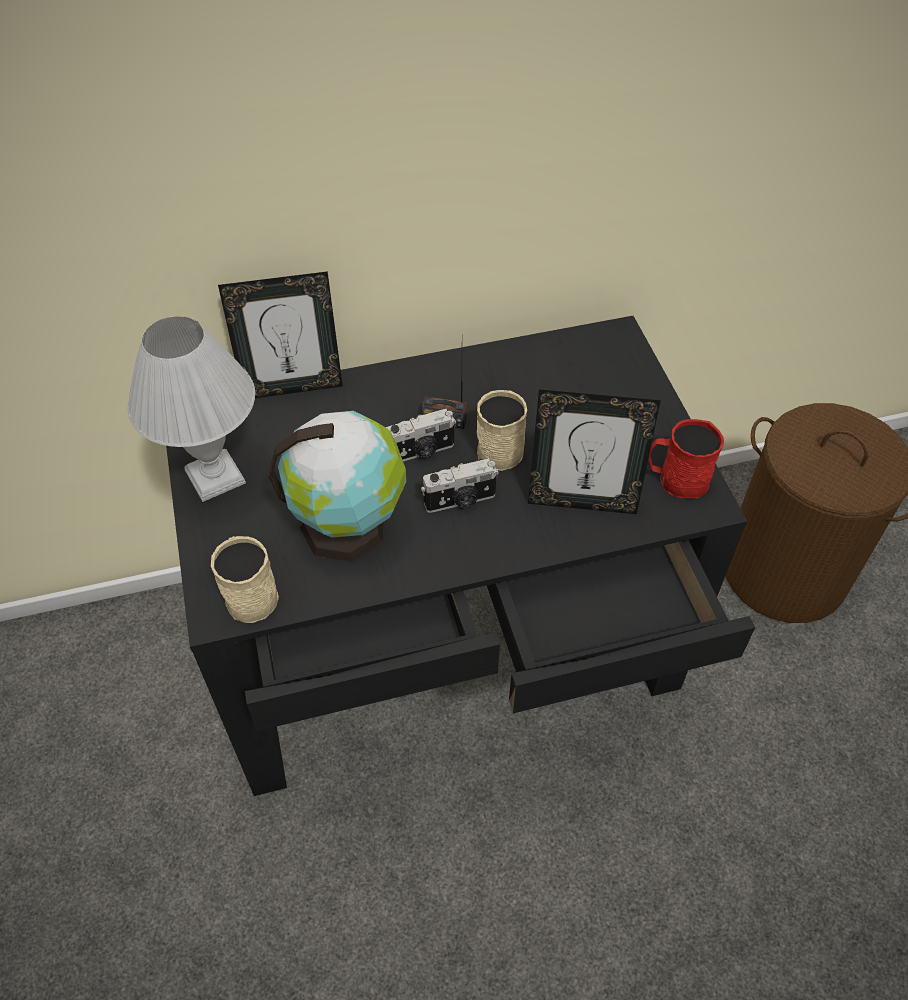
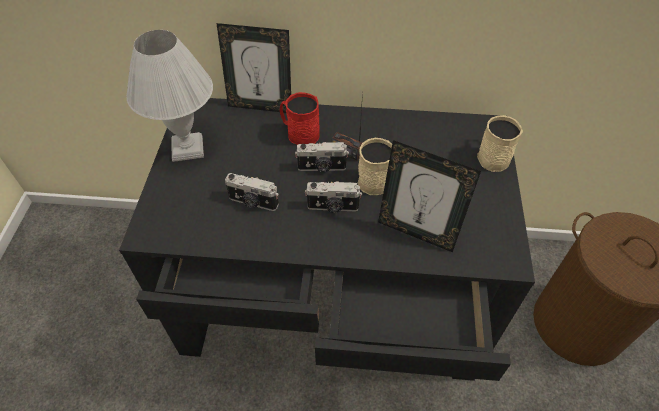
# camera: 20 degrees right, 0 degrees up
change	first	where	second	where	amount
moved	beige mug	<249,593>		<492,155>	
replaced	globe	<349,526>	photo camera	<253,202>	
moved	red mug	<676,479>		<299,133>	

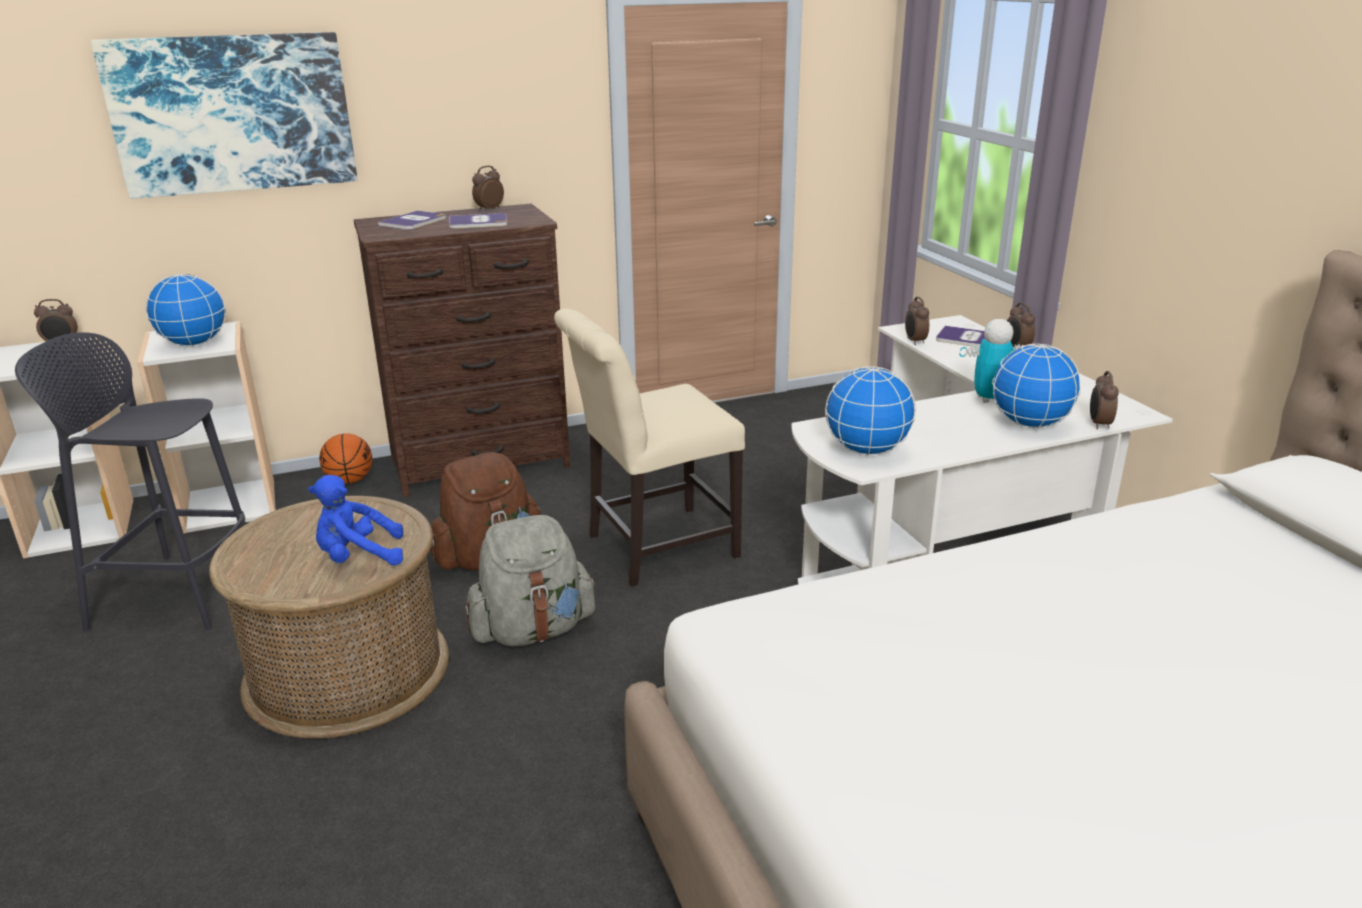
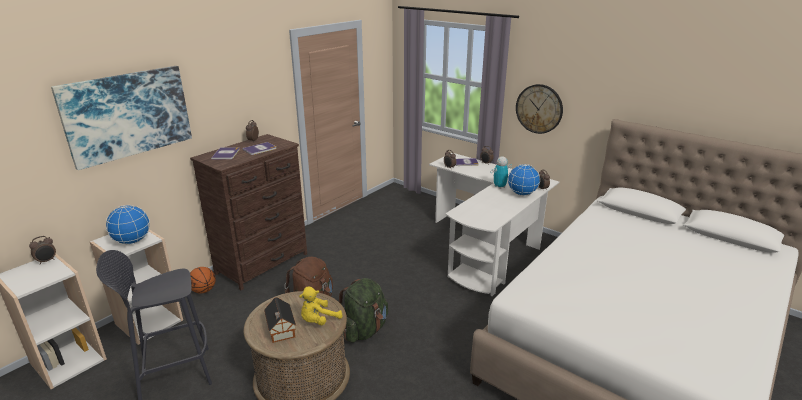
# camera: 30 degrees left, 0 degrees up
change	first	where	second	where	amount
recoloured	blue plush toy	<358,557>	yellow plush toy	<318,320>	
recoloured	grey backpack	<533,630>	green backpack	<364,330>	
removed	beige chair	<652,548>			
removed	globe	<866,451>			
added			toy house	<281,330>	
added			wall clock	<539,109>	

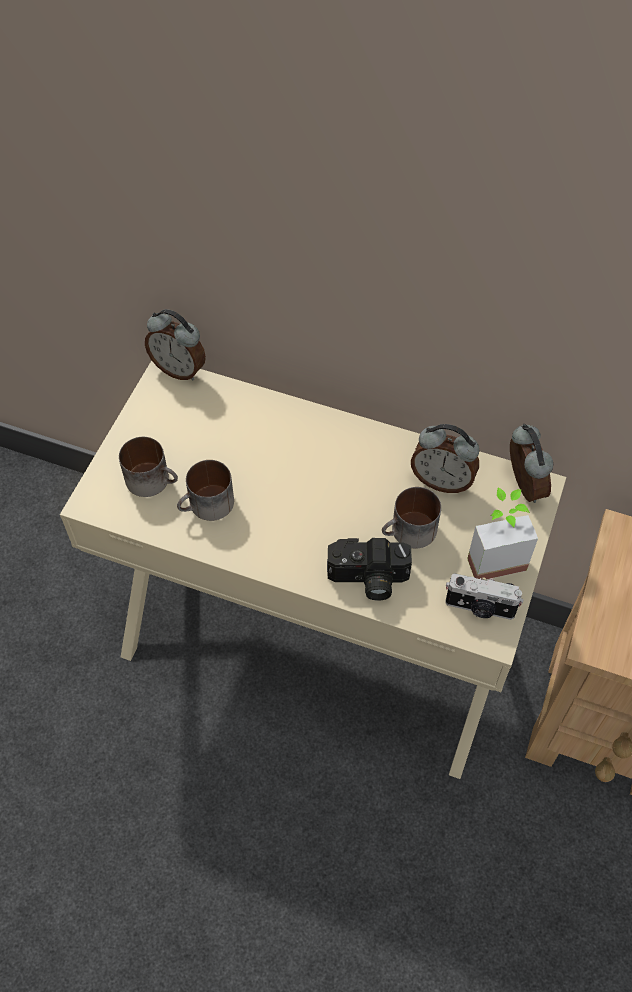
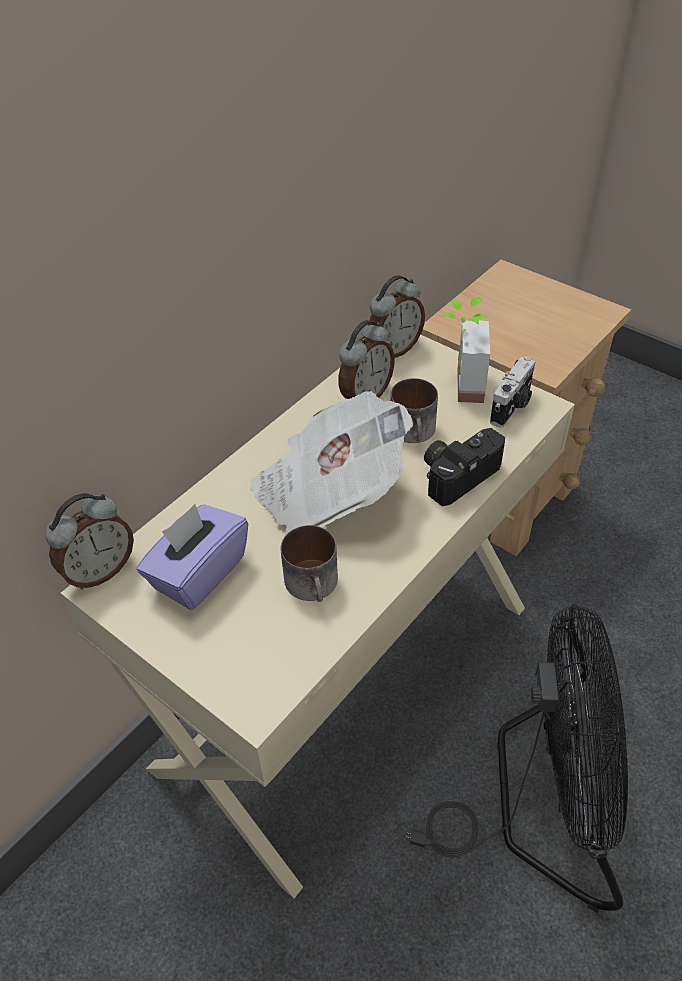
# camera: 70 degrees left, 10 degrees down
change	first	where	second	where	amount
removed	mug	<153,479>			
turned	photo camera	<368,579>		<457,473>	150 degrees counterclockwise
turned	alarm clock	<522,486>		<394,349>	135 degrees clockwise
added			purple tissue box	<198,573>	
added			newspaper	<329,492>	
added			black fan	<535,797>	

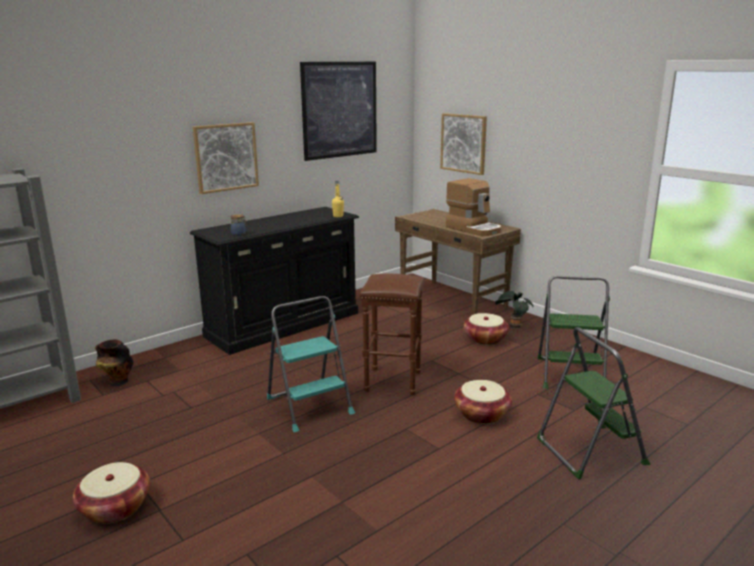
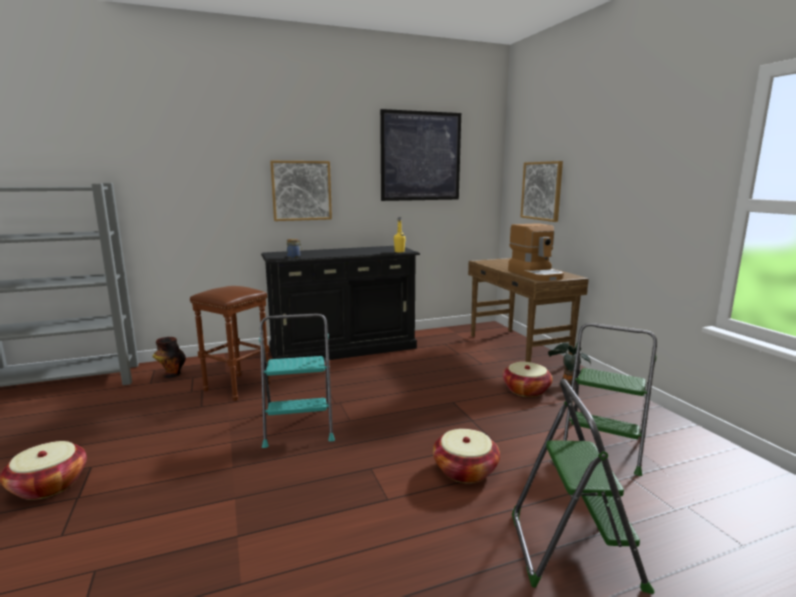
# camera: 20 degrees right, 5 degrees down
change	first	where	second	where	amount
moved	brown stool	<394,380>		<238,386>	

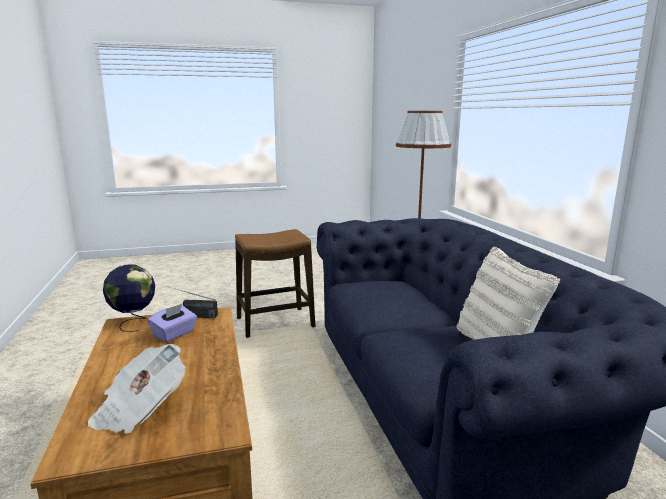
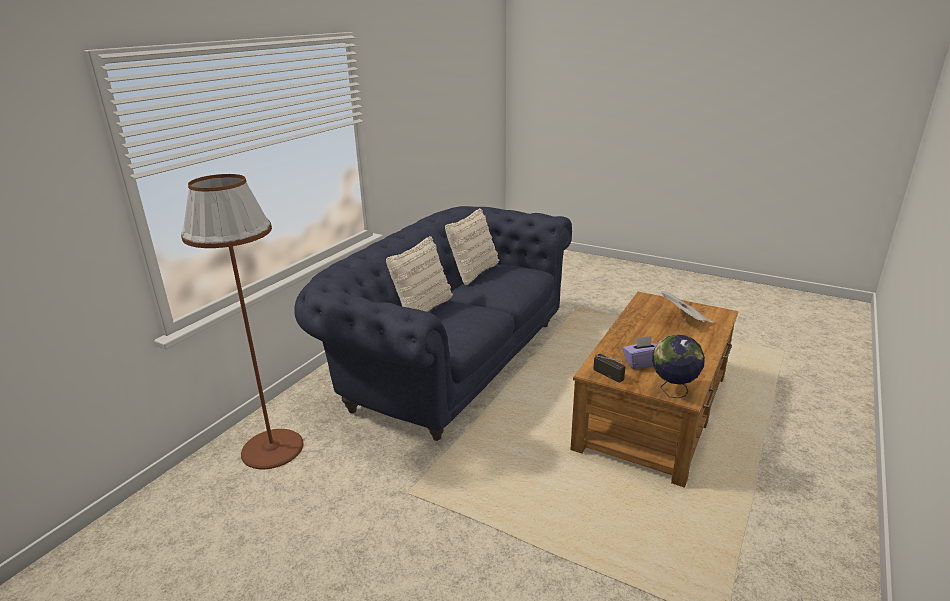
# camera: 135 degrees left, 10 degrees up
change	first	where	second	where	amount
removed	stool	<275,322>			
added			beige pillow	<423,309>	

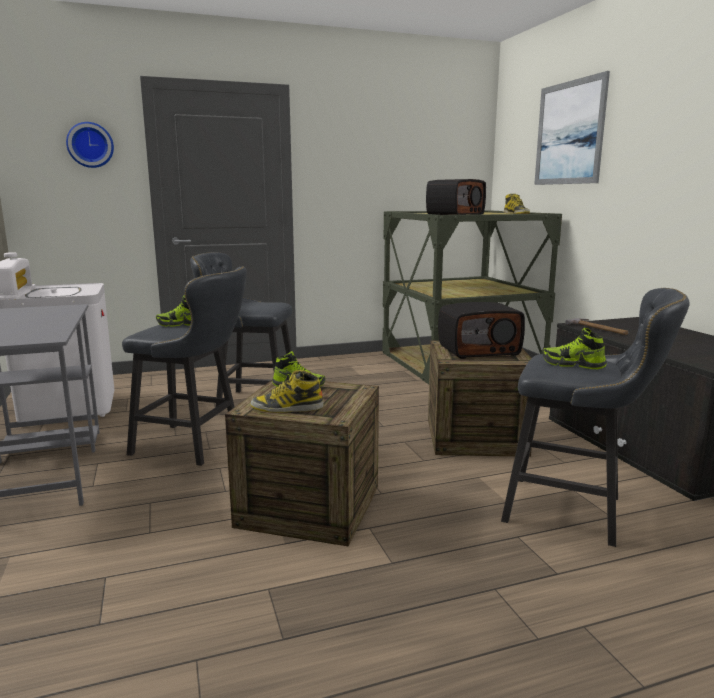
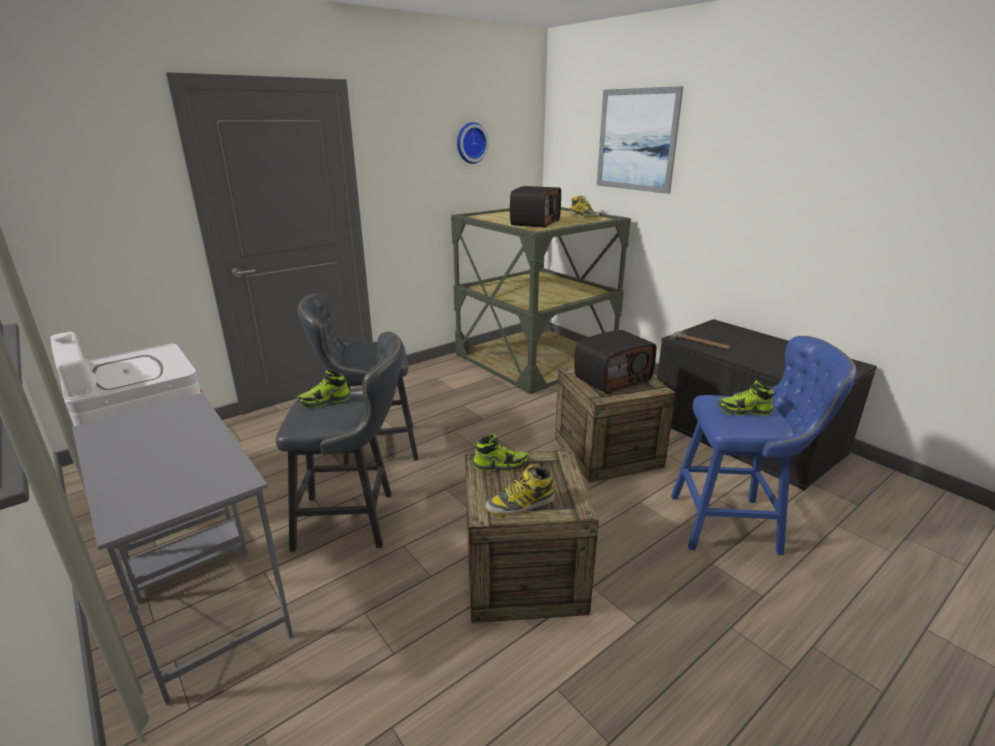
# camera: 20 degrees left, 10 degrees up
change	first	where	second	where	amount
moved	wall clock	<90,145>		<470,143>	
recoloured	grey stool	<580,512>	blue stool	<738,524>	

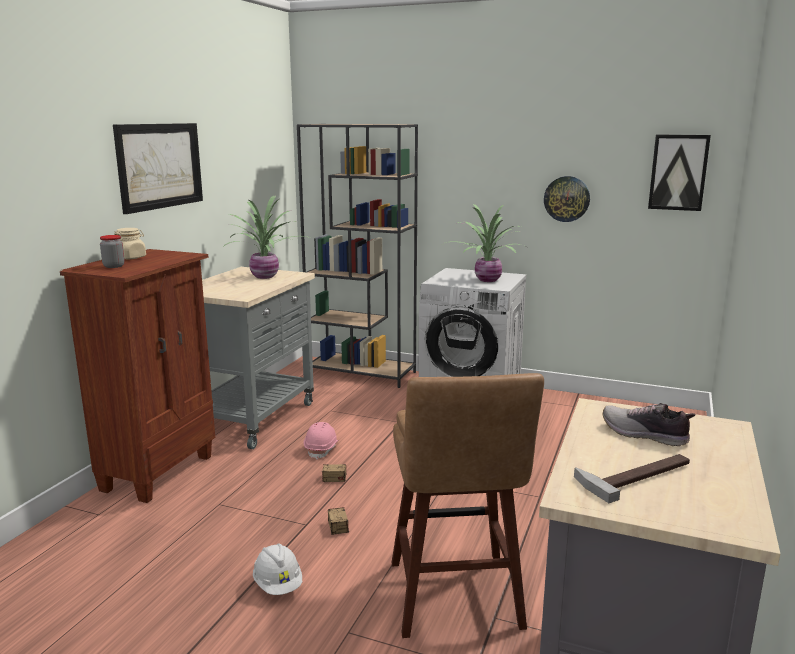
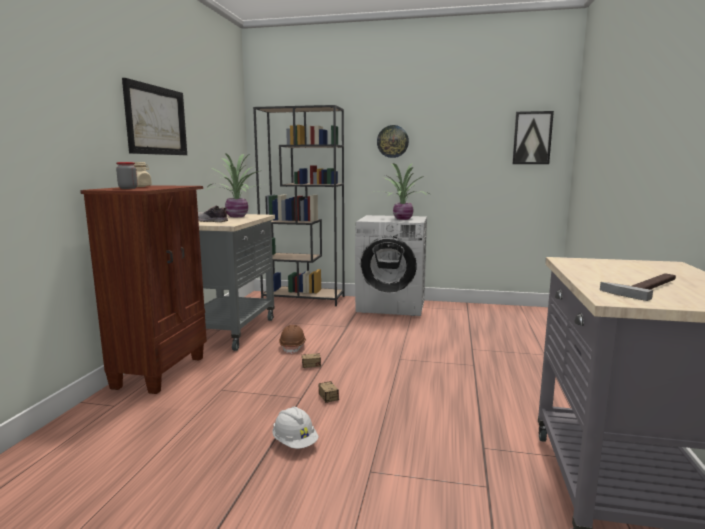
# camera: 10 degrees left, 5 degrees down
change	first	where	second	where	amount
recoloured	pink hard hat	<322,449>	brown hard hat	<293,347>	
removed	brown stool	<455,598>			
moved	wall clock	<566,199>		<392,141>	
moved	shoe	<644,435>		<212,221>	

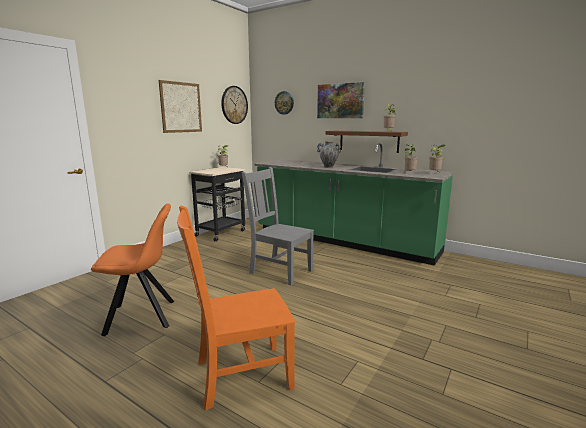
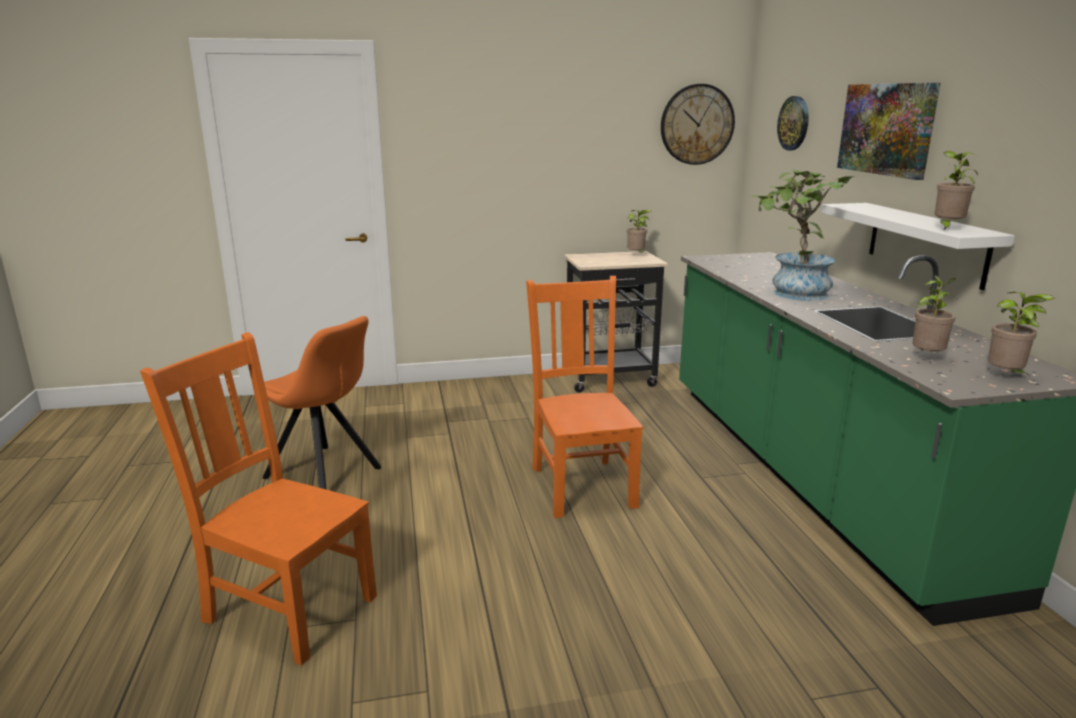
# camera: 45 degrees right, 5 degrees up
change	first	where	second	where	amount
removed	picture	<181,107>			
recoloured	grey chair	<279,271>	orange chair	<582,484>	
replaced	vase	<328,167>	potted plant	<792,294>	
recoloured	brown shelf	<368,141>	white shelf	<926,243>	

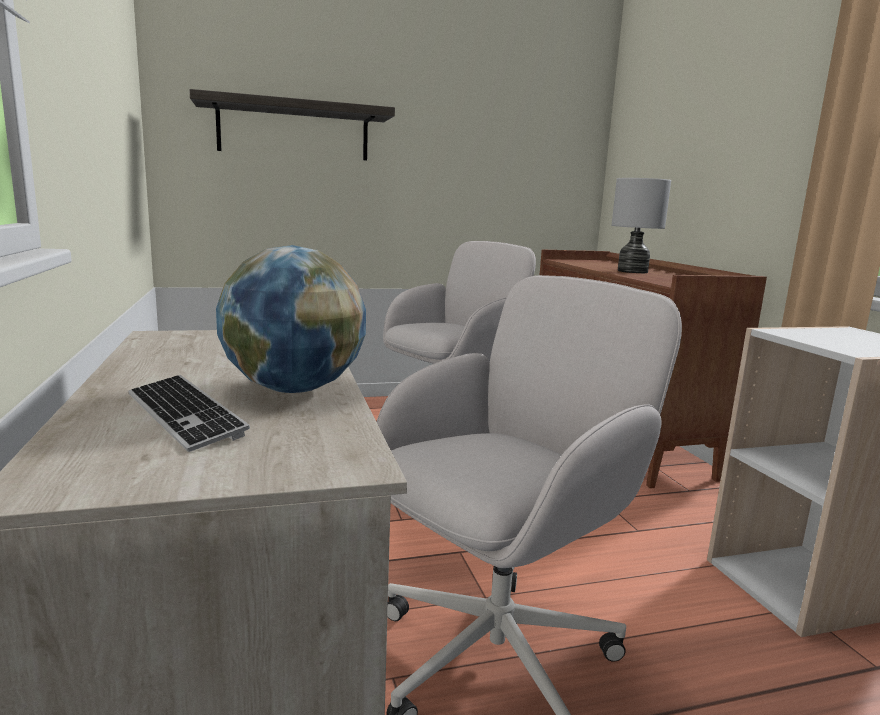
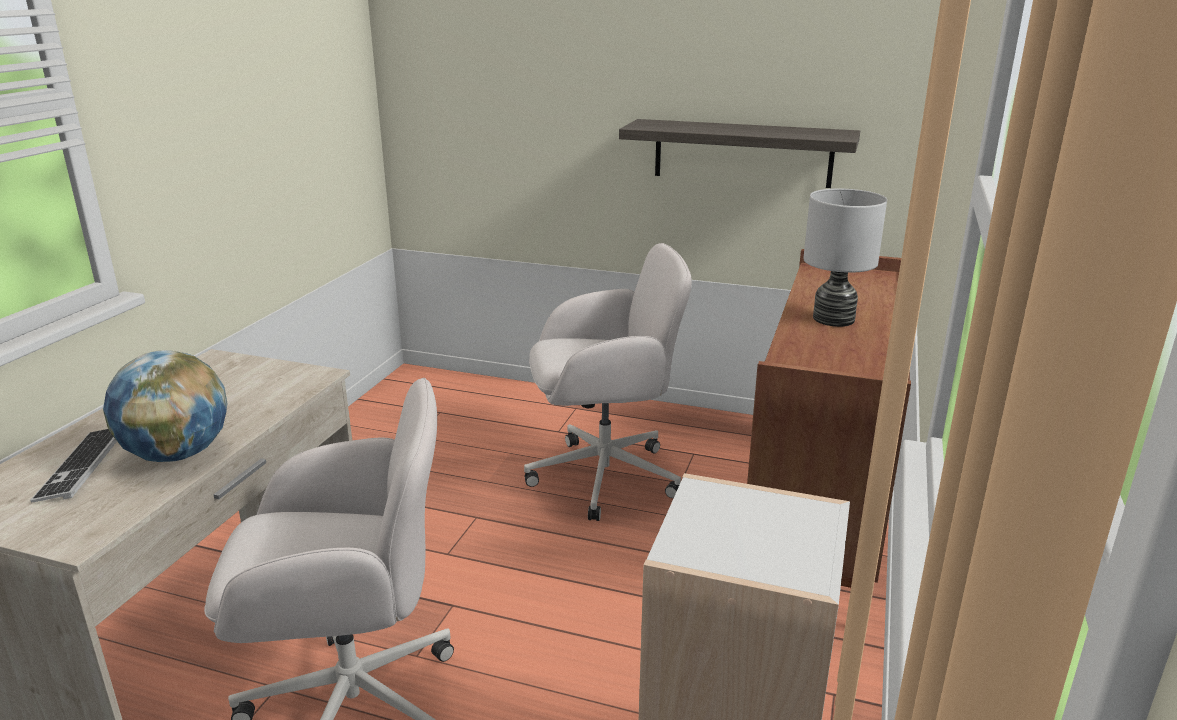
# camera: 35 degrees right, 10 degrees up
change	first	where	second	where	amount
moved	shelf	<294,131>		<742,153>	

